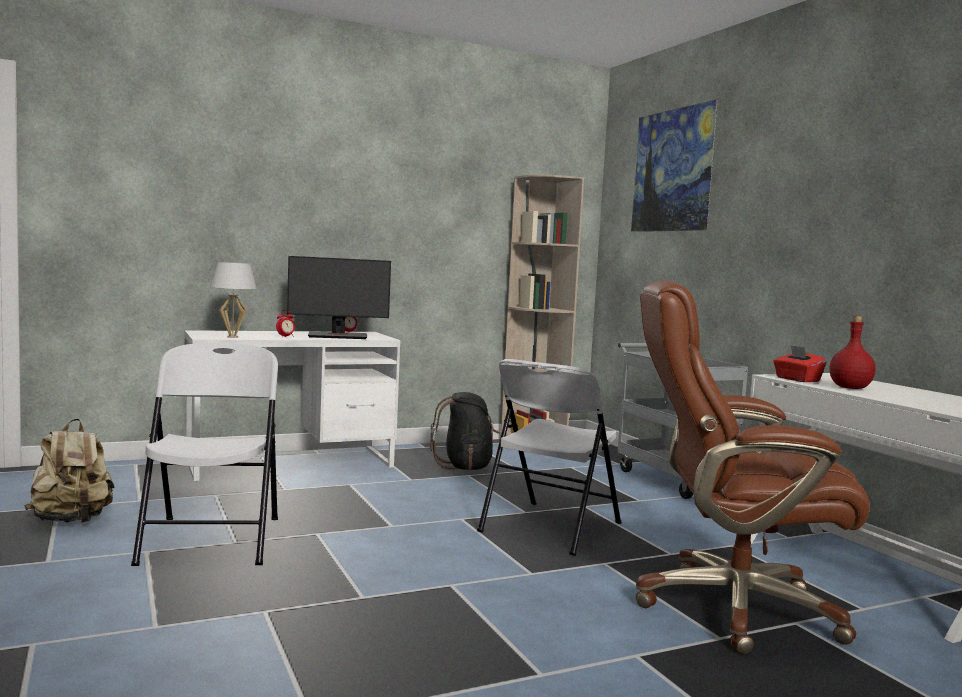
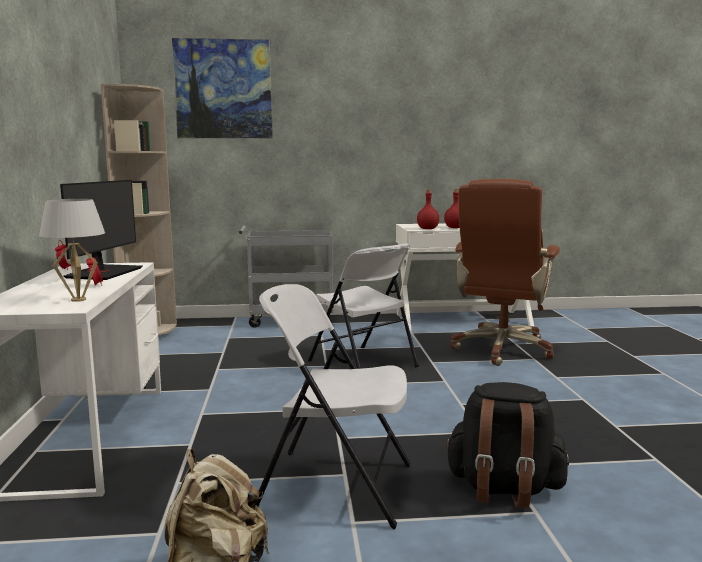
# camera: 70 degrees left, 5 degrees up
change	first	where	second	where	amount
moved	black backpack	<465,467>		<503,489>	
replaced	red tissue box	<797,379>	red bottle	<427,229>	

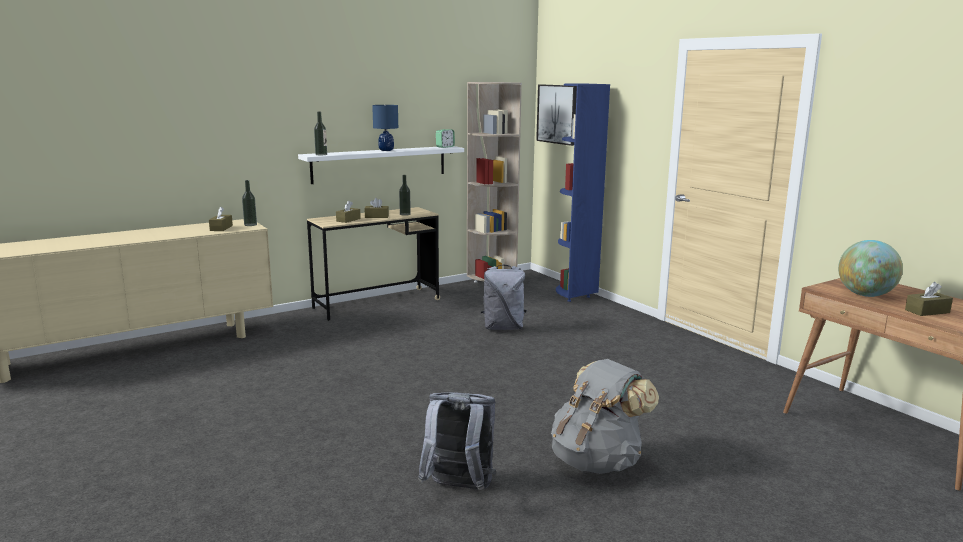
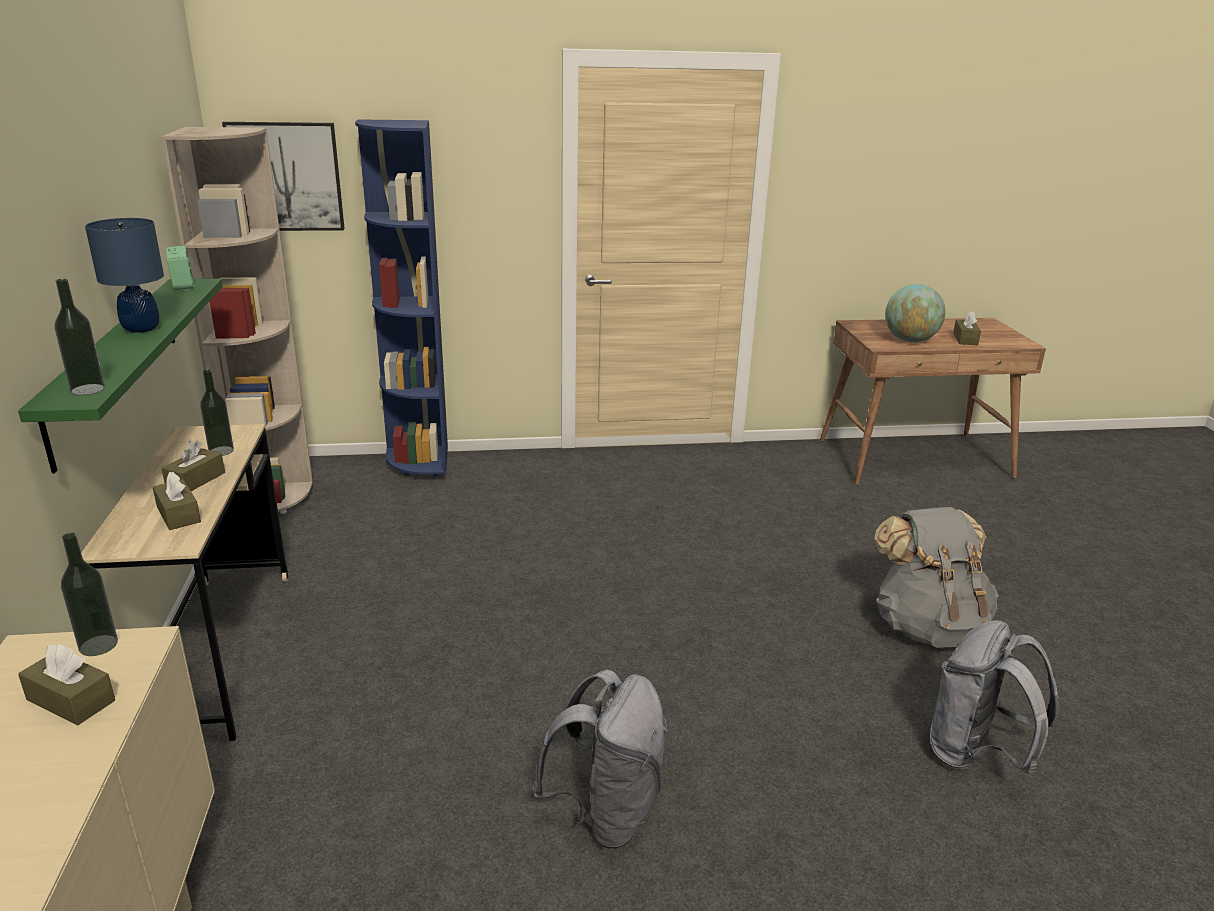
# camera: 65 degrees left, 10 degrees up
change	first	where	second	where	amount
recoloured	white shelf	<380,164>	green shelf	<115,364>	
moved	grey backpack	<503,327>		<606,813>	

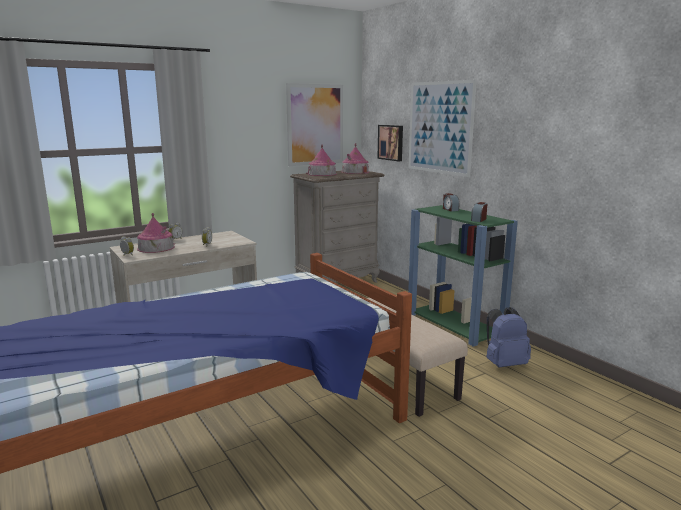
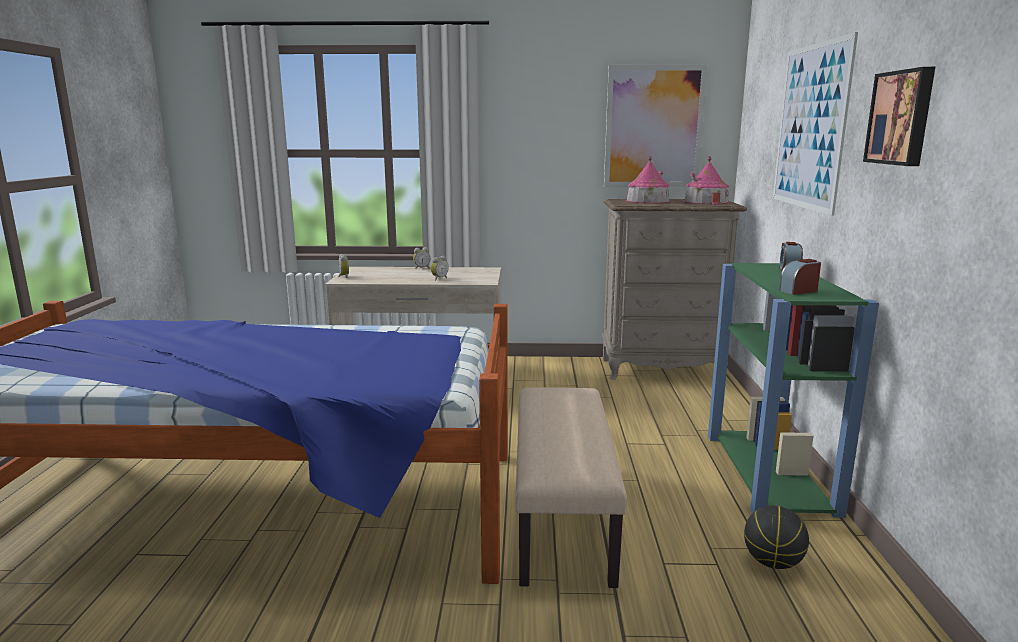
# camera: 35 degrees right, 0 degrees up
change	first	where	second	where	amount
removed	toy house	<156,248>			
moved	picture	<391,142>		<901,118>	
replaced	blue backpack	<504,364>	basketball	<773,562>	

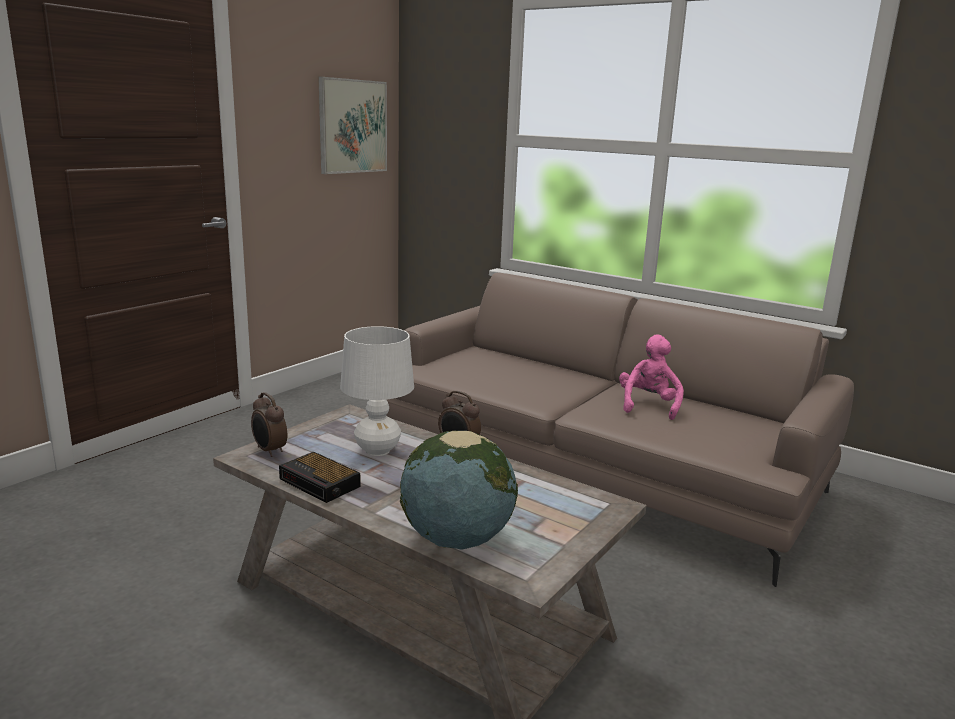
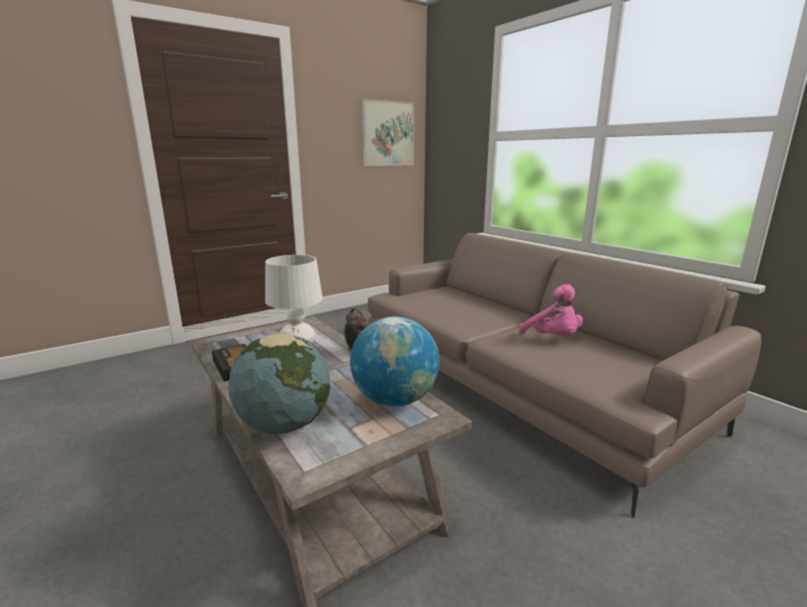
# camera: 20 degrees right, 0 degrees up
change	first	where	second	where	amount
removed	alarm clock	<269,451>			
turned	pink plush toy	<648,405>		<553,338>	120 degrees clockwise
added			globe	<395,399>	

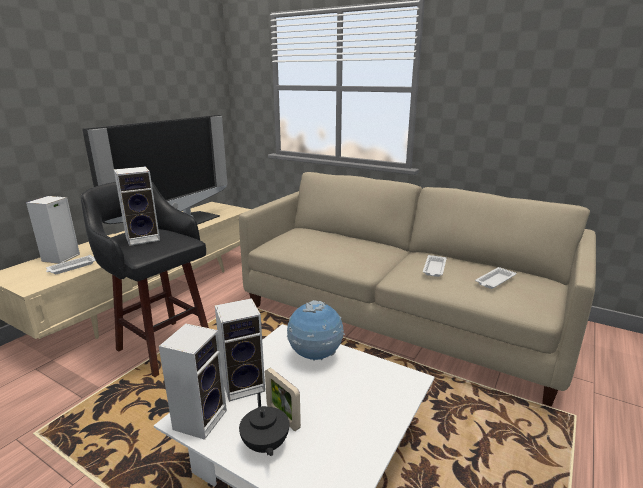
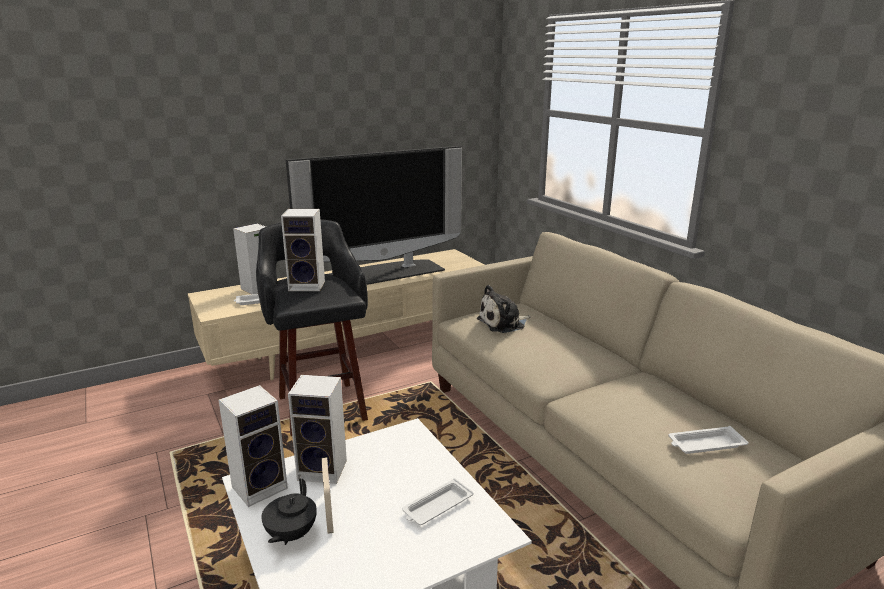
# camera: 30 degrees right, 0 degrees up
change	first	where	second	where	amount
removed	globe	<315,356>			
moved	white tray	<434,269>		<437,507>	
added			plush toy	<503,323>	

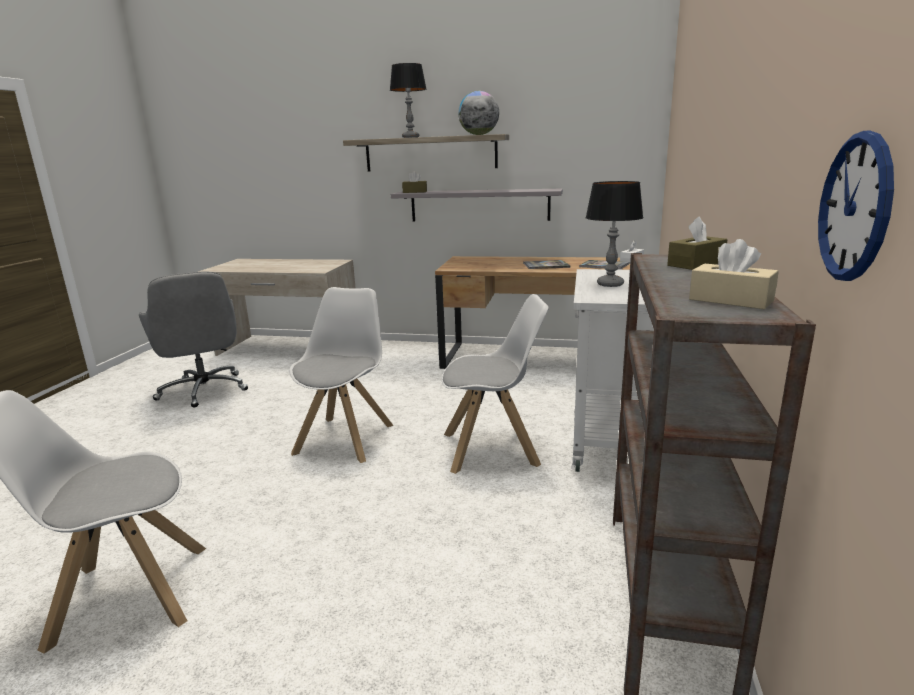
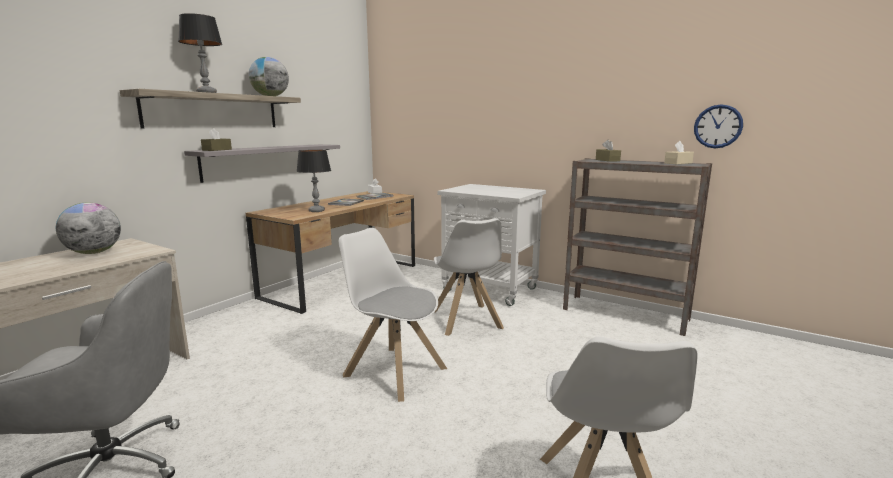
# camera: 70 degrees left, 5 degrees down
change	first	where	second	where	amount
turned	chair	<493,449>		<466,321>	150 degrees clockwise
moved	table lamp	<610,284>		<316,211>	
added			globe	<94,253>	

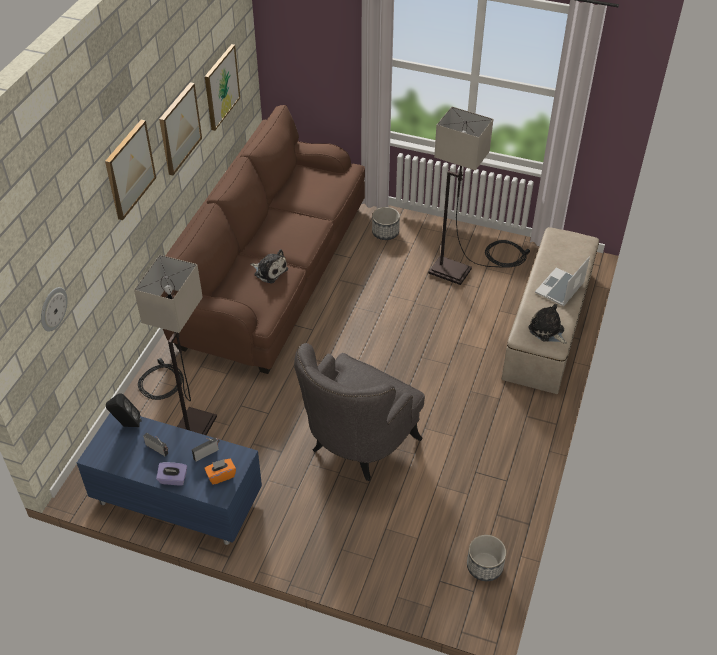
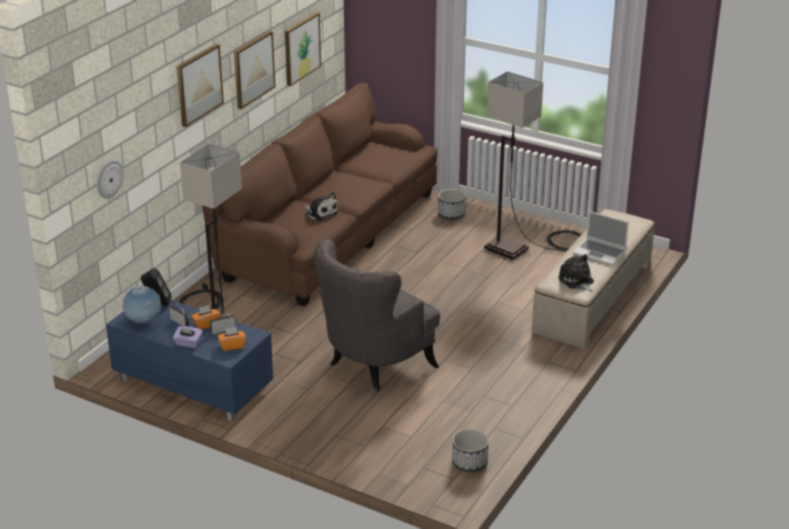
# camera: 10 degrees right, 15 degrees down
change	first	where	second	where	amount
turned	laptop	<560,289>		<600,253>	105 degrees counterclockwise
added			globe	<144,322>	
added			orange tissue box	<206,324>	

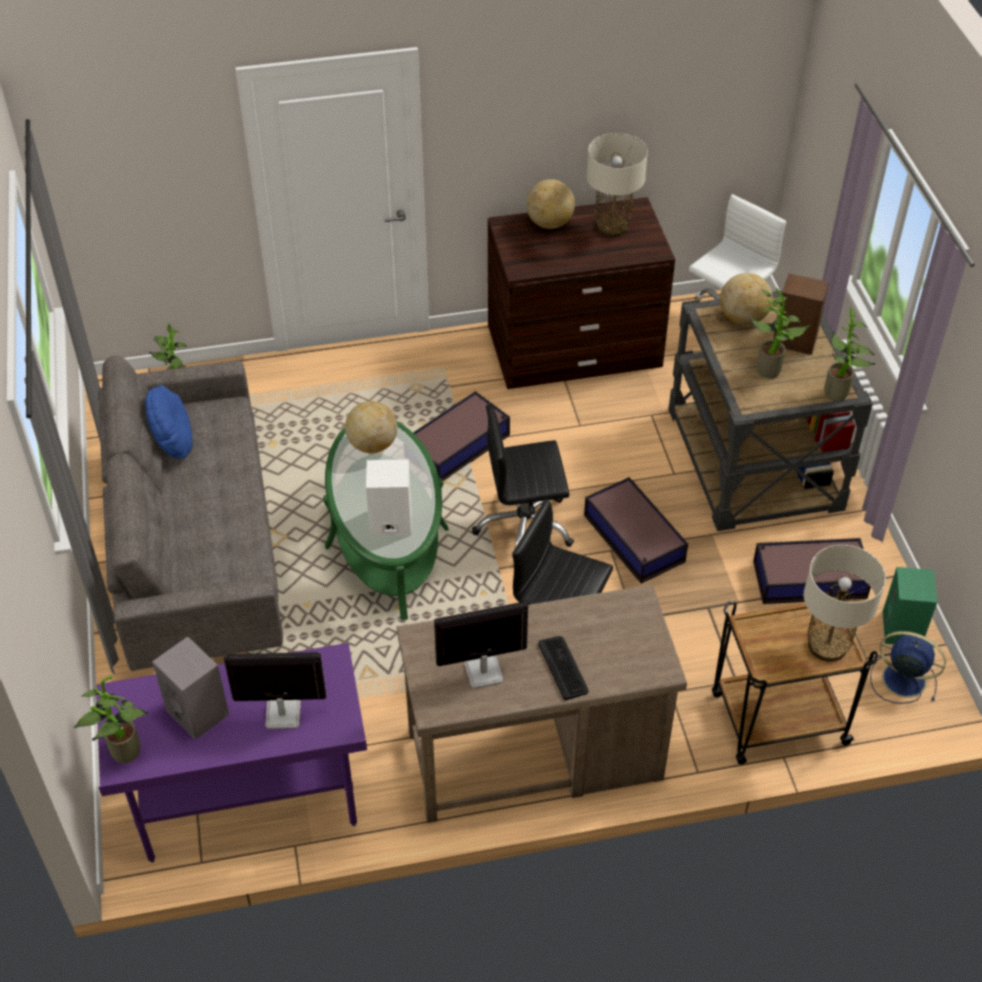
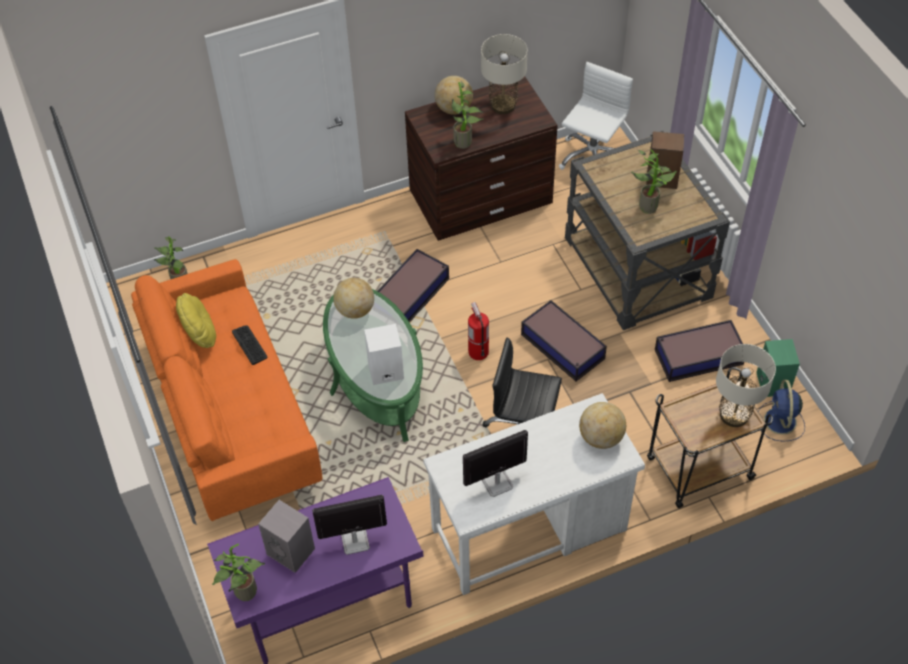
# camera: 10 degrees left, 5 degrees up
change	first	where	second	where	amount
recoloured	grey sofa	<197,548>	orange sofa	<231,412>	
recoloured	blue pillow	<174,444>	yellow pillow	<200,336>	
recoloured	brown desk	<534,756>	white desk	<529,530>	
replaced	black office chair	<524,527>	fire extinguisher	<478,352>	
moved	keyboard	<563,667>		<249,345>	
moved	globe	<743,318>		<601,437>	
moved	potted plant	<840,393>		<465,142>	
turned	blue fan	<901,679>		<780,422>	105 degrees counterclockwise

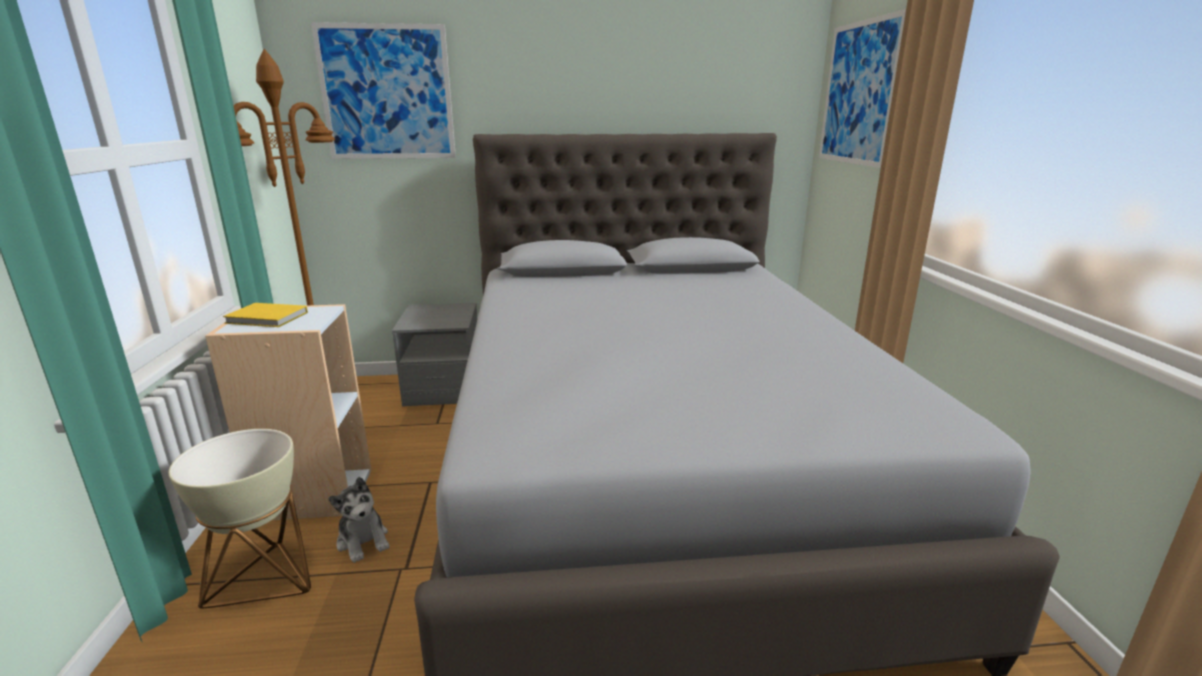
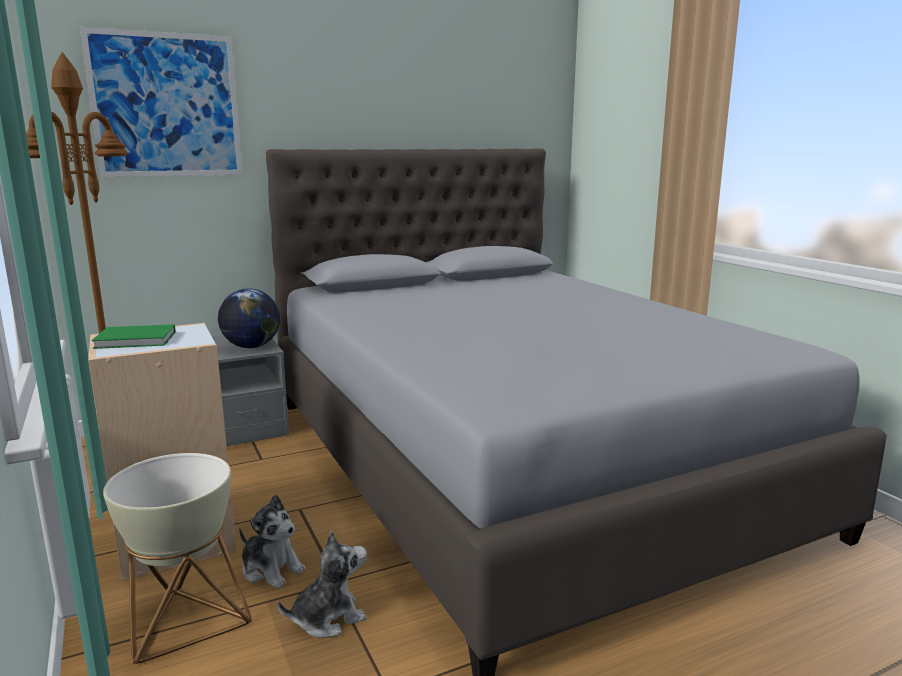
# camera: 20 degrees left, 5 degrees down
change	first	where	second	where	amount
recoloured	yellow book	<268,318>	green book	<137,340>	
removed	picture	<859,93>			
added			globe	<251,347>	
added			plush toy	<328,618>	

